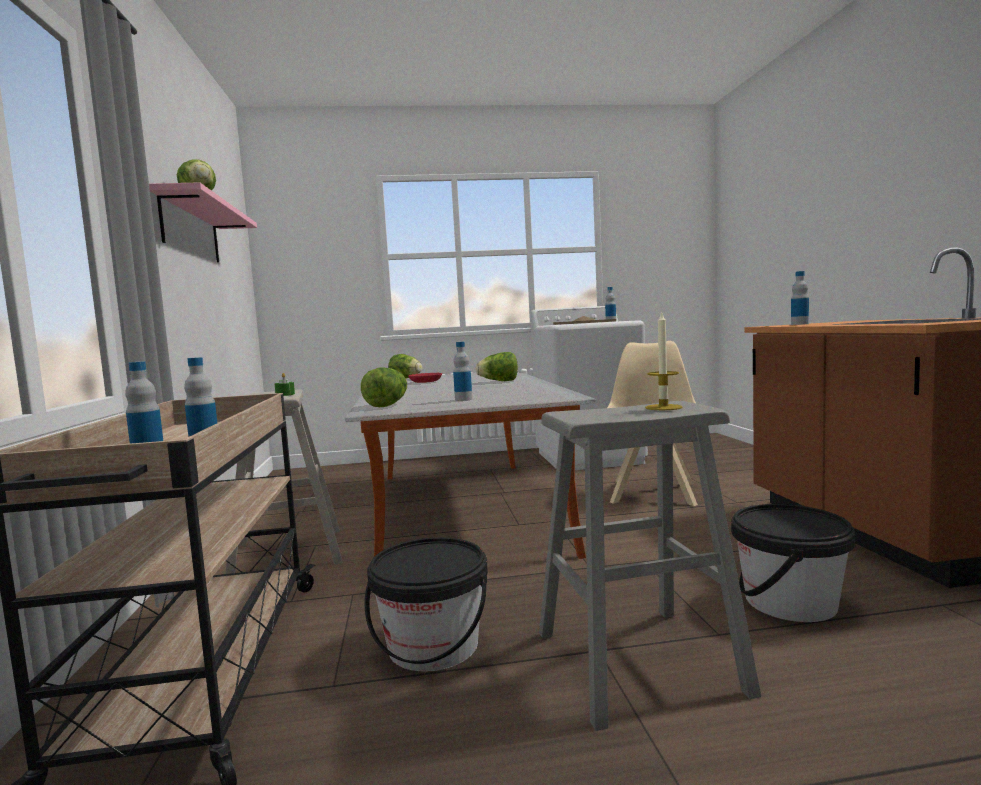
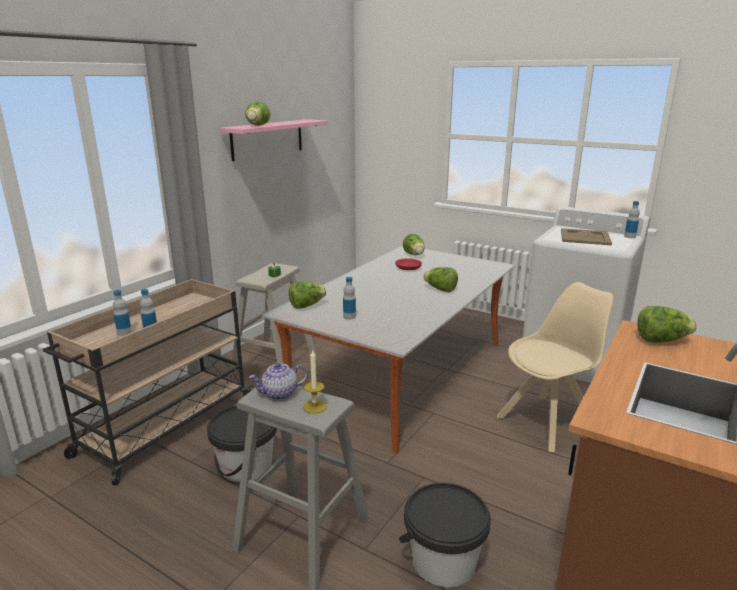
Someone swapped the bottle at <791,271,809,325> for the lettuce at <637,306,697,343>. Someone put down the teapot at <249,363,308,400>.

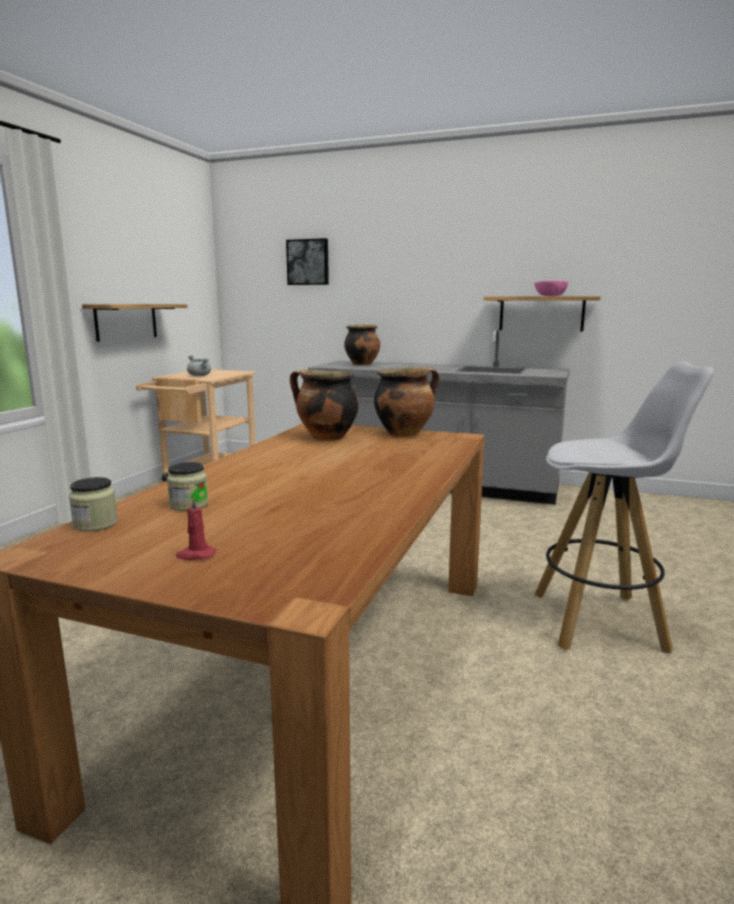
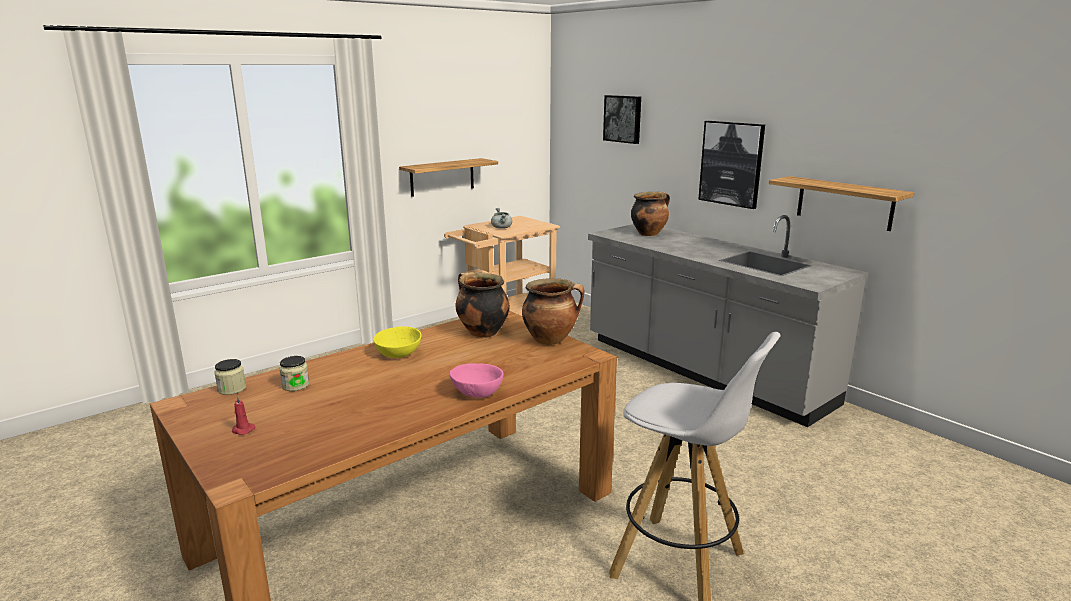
Someone carried the bowl/pink from <534,281,568,296> to <450,363,503,398>. Someone put down the bowl/yellow at <373,326,422,358>. Someone put up the picture at <698,121,765,209>.

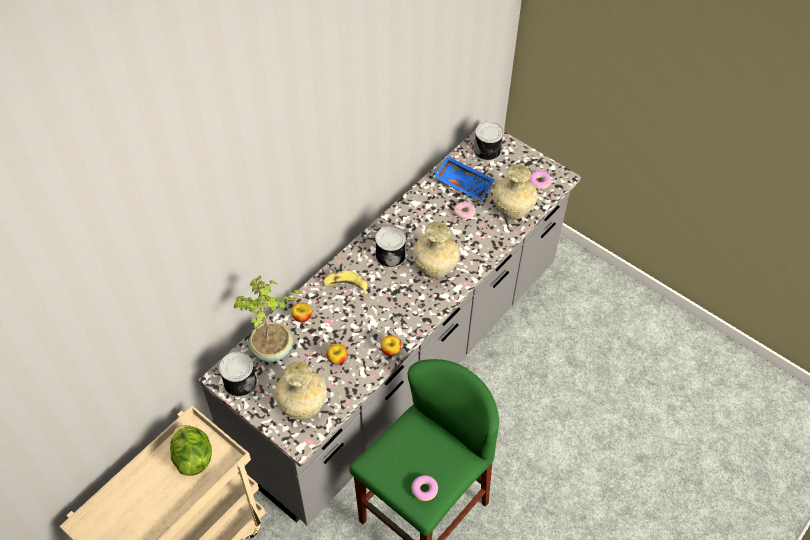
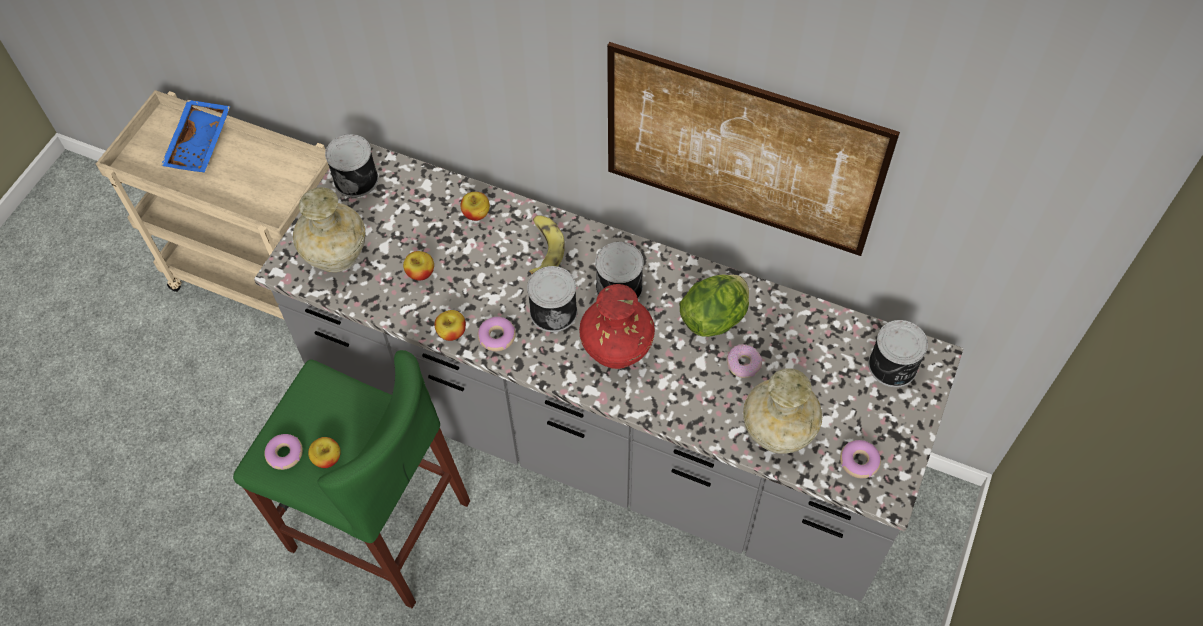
Someone carried the lettuce from <170,425,212,476> to <680,275,749,337>. Someone took away the potted plant at <233,276,302,362>. Someone repainted the vase/beige at <413,222,460,279>, which became the vase/red at <579,284,655,369>. Someone carried the tray/blue from <433,156,495,201> to <161,100,230,173>. Someone put down the apple at <308,437,341,468>. Someone put down the donut at <478,317,516,351>. Someone put down the can at <527,266,577,332>. Someone put up the picture at <607,42,900,256>.

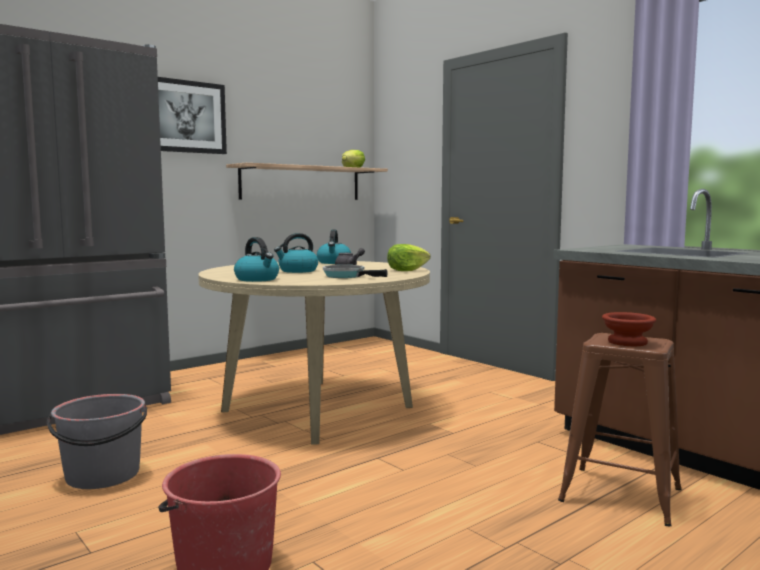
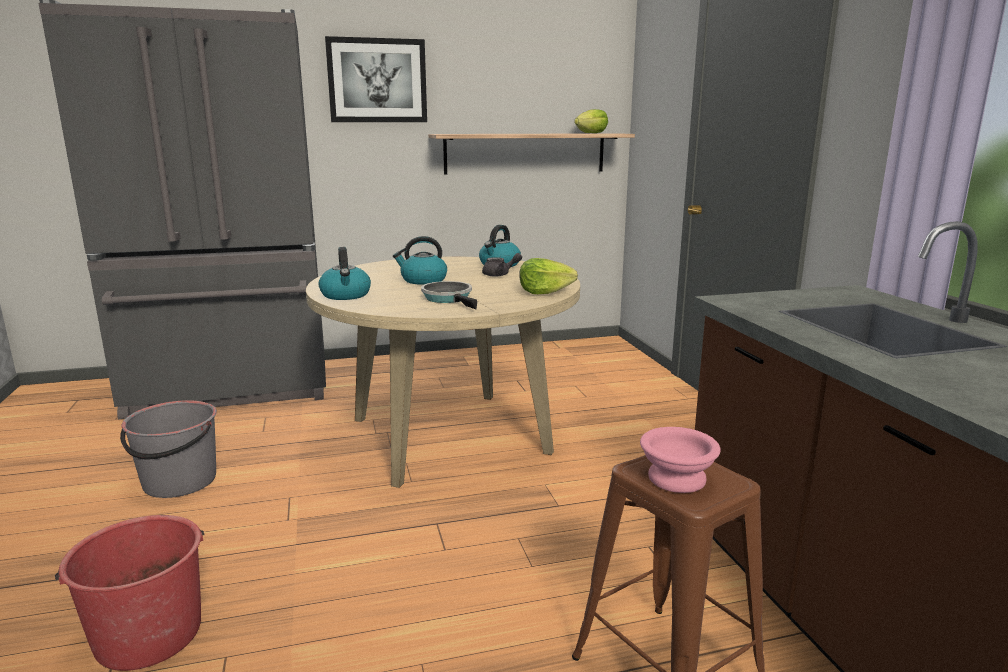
Someone repainted the bowl/brown at <602,312,656,346>, which became the bowl/pink at <640,427,721,493>.

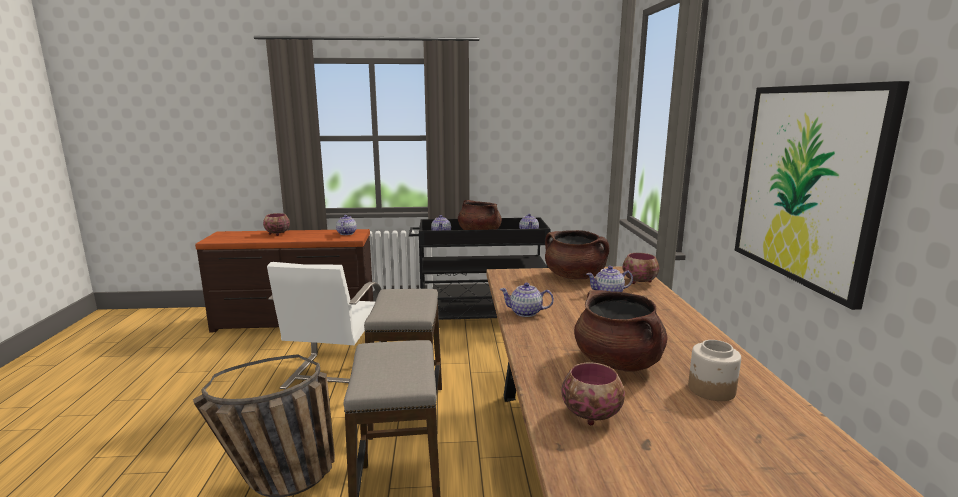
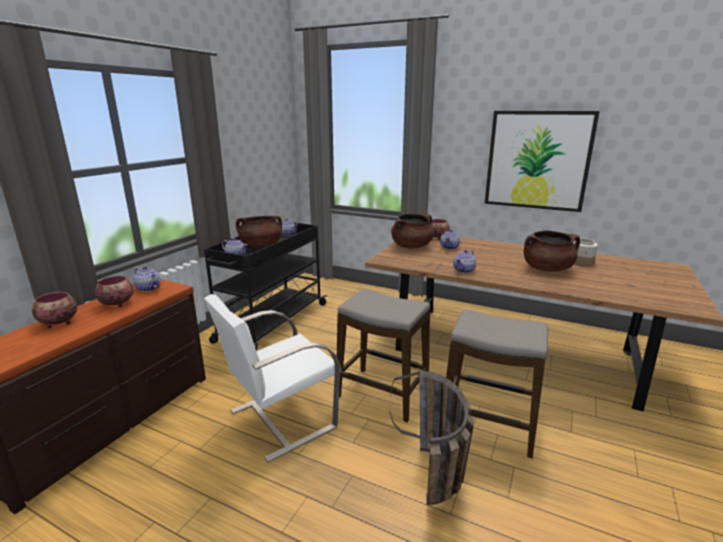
Someone rotated the chair/white at <267,262,382,389> by 105 degrees clockwise. Someone carried the bowl from <562,362,625,425> to <95,276,133,307>.

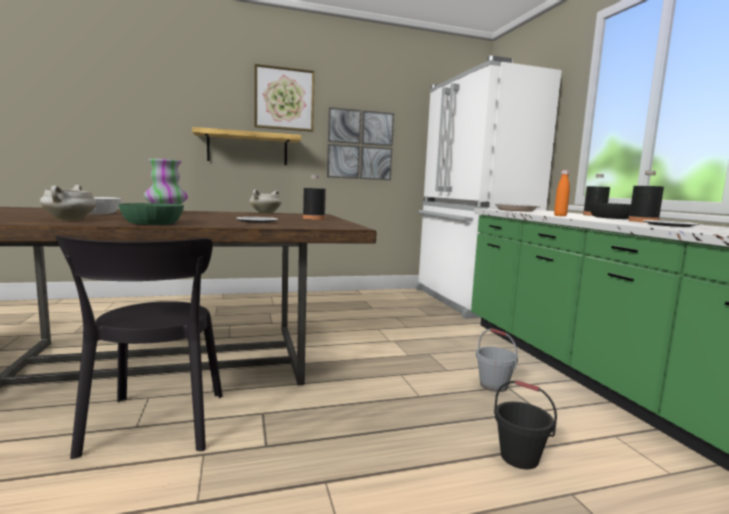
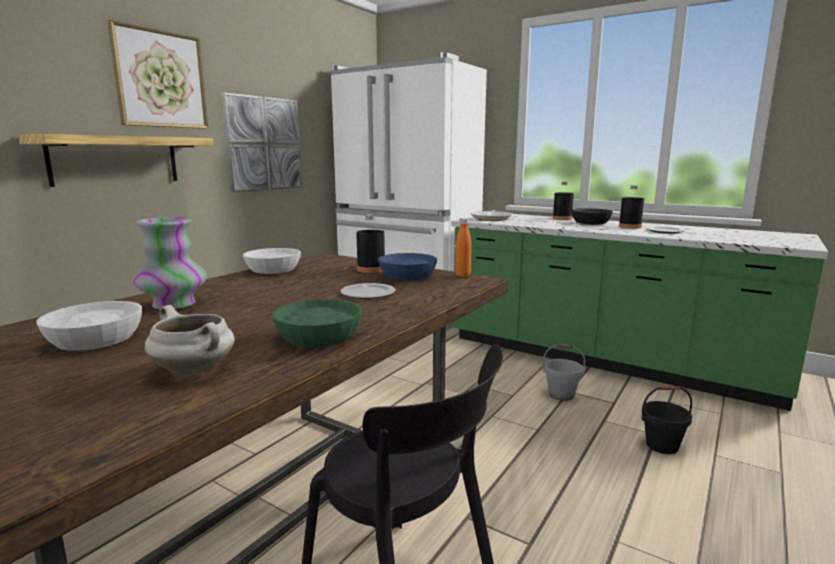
Someone swapped the cooking pot/white at <250,190,282,214> for the bowl/white at <243,248,301,274>. Someone carried the bottle/orange from <554,170,570,216> to <455,218,471,277>. Someone put down the bowl/blue at <378,253,437,281>.

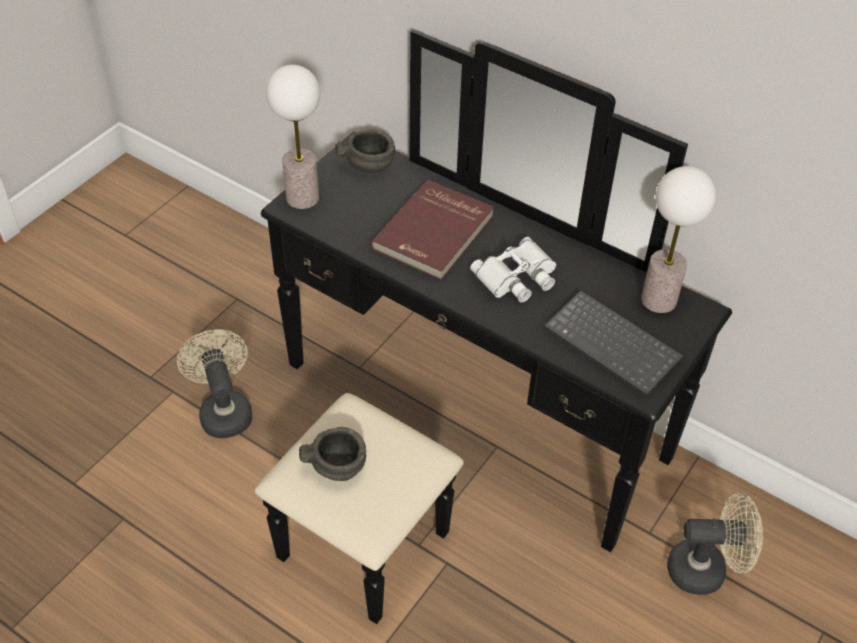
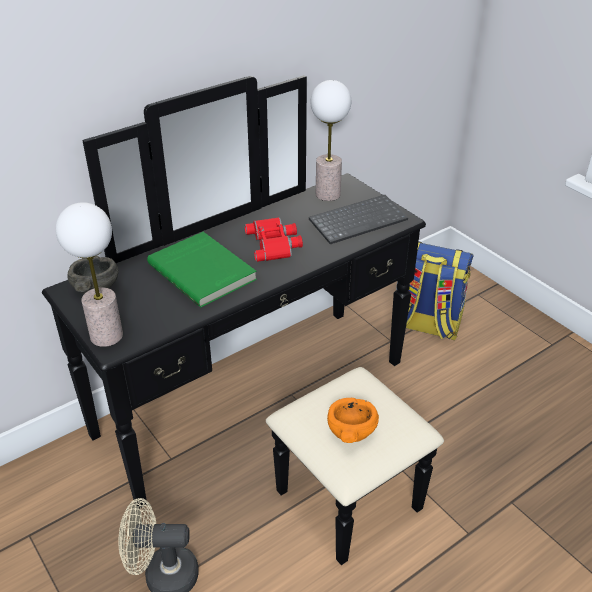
Someone repainted the bowl/grey at <299,427,366,481>, which became the bowl/orange at <327,398,379,443>. Someone repainted the book/red at <371,180,494,280>, which became the book/green at <147,232,257,307>. Someone repainted the binoculars/white at <470,237,556,303>, which became the binoculars/red at <245,217,303,262>. Someone swapped the fan/beige at <667,493,763,595> for the backpack at <396,242,474,340>.

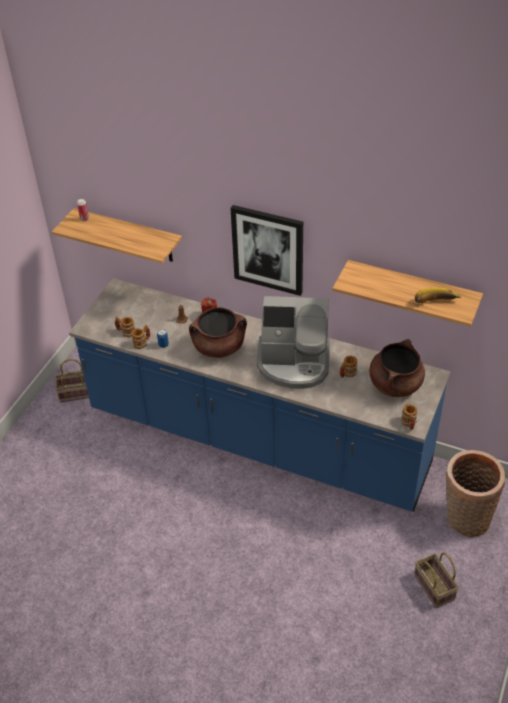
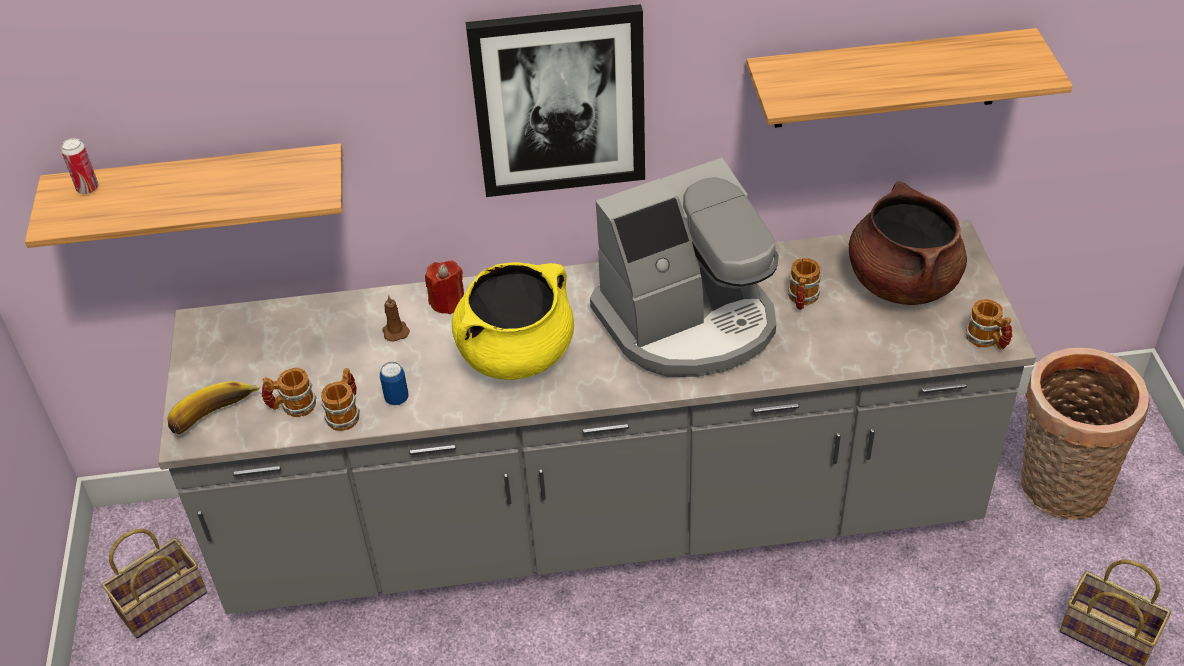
Someone repainted the counter/blue at <69,278,450,512>, which became the counter/grey at <158,220,1036,614>. Someone repainted the cooking pot/brown at <189,307,247,358>, which became the cooking pot/yellow at <452,262,574,380>. Someone carried the banana from <415,288,462,303> to <167,381,261,434>.

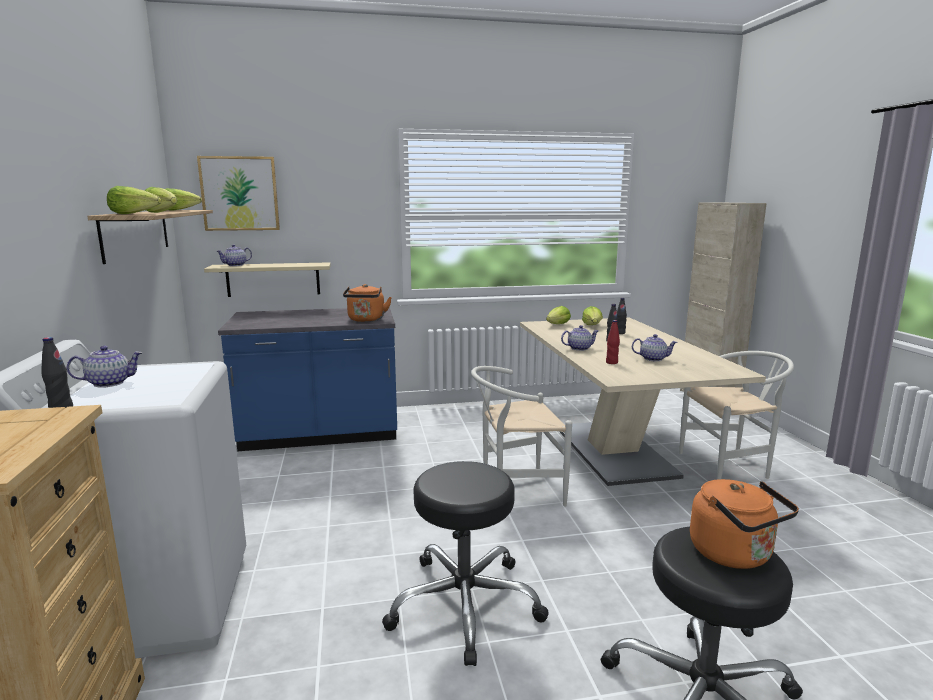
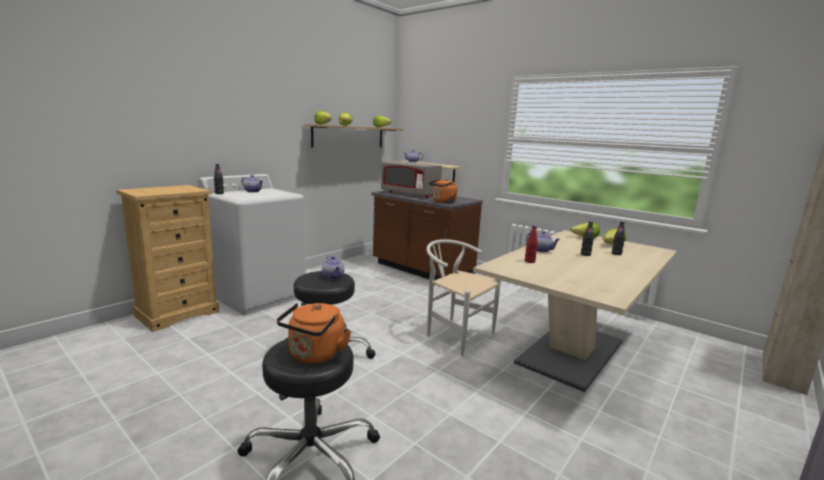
Someone took away the picture at <197,156,280,231>. Someone repainted the counter/blue at <218,307,397,451>, which became the counter/brown at <371,190,483,281>. Someone carried the teapot from <632,334,678,361> to <322,256,344,279>. Someone took away the chair/white at <679,351,794,480>. Someone put down the microwave/grey at <381,161,442,198>.

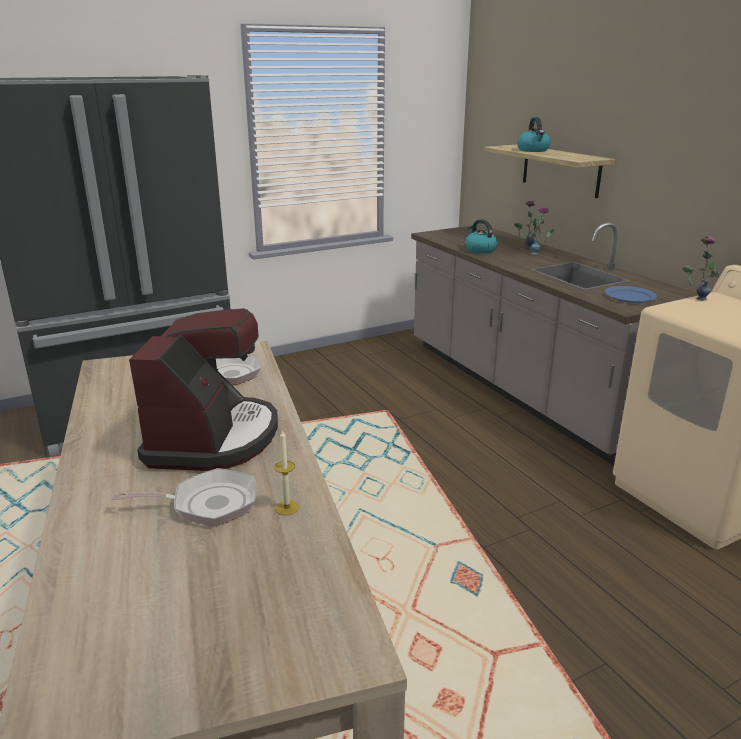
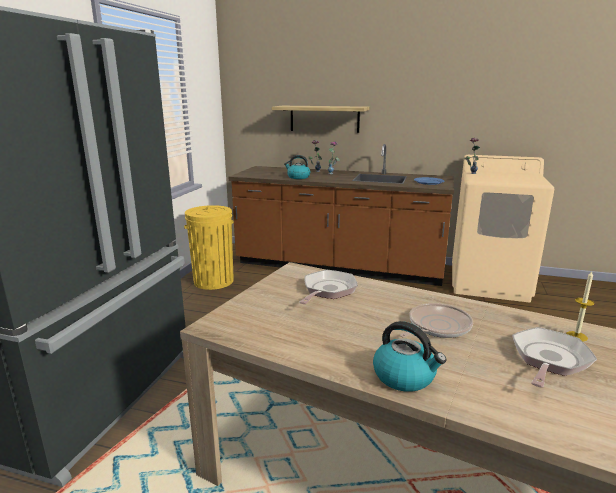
Someone swapped the coffee machine at <129,308,278,471> for the frying pan at <400,303,473,338>. Someone repainted the counter/grey at <411,222,698,465>, which became the counter/brown at <229,144,454,286>. Someone carried the kettle from <517,117,551,152> to <373,321,446,392>. Someone put down the trash can/yellow at <184,205,234,290>.

